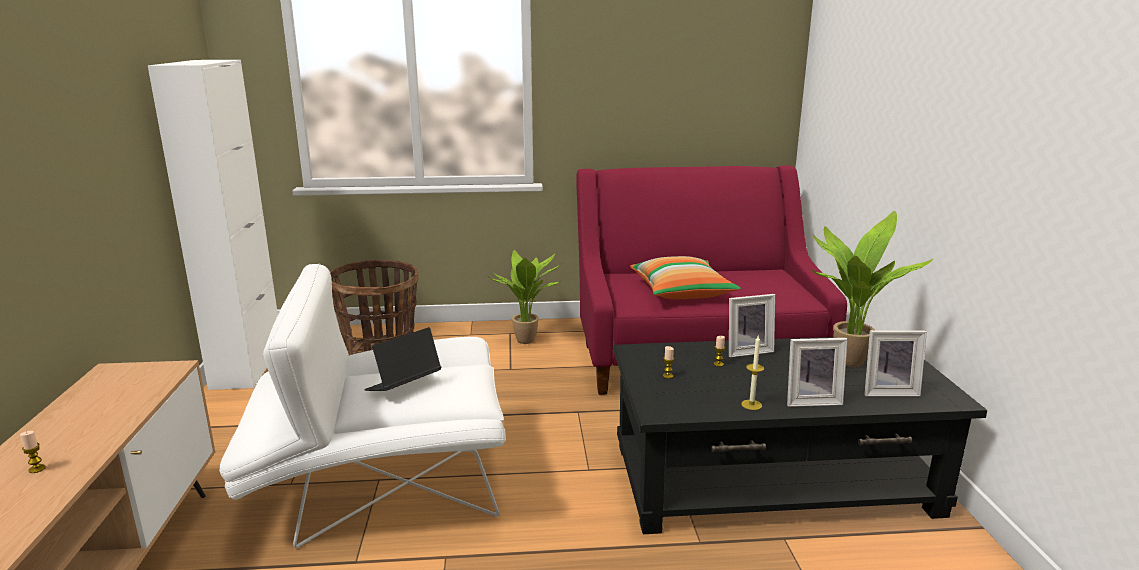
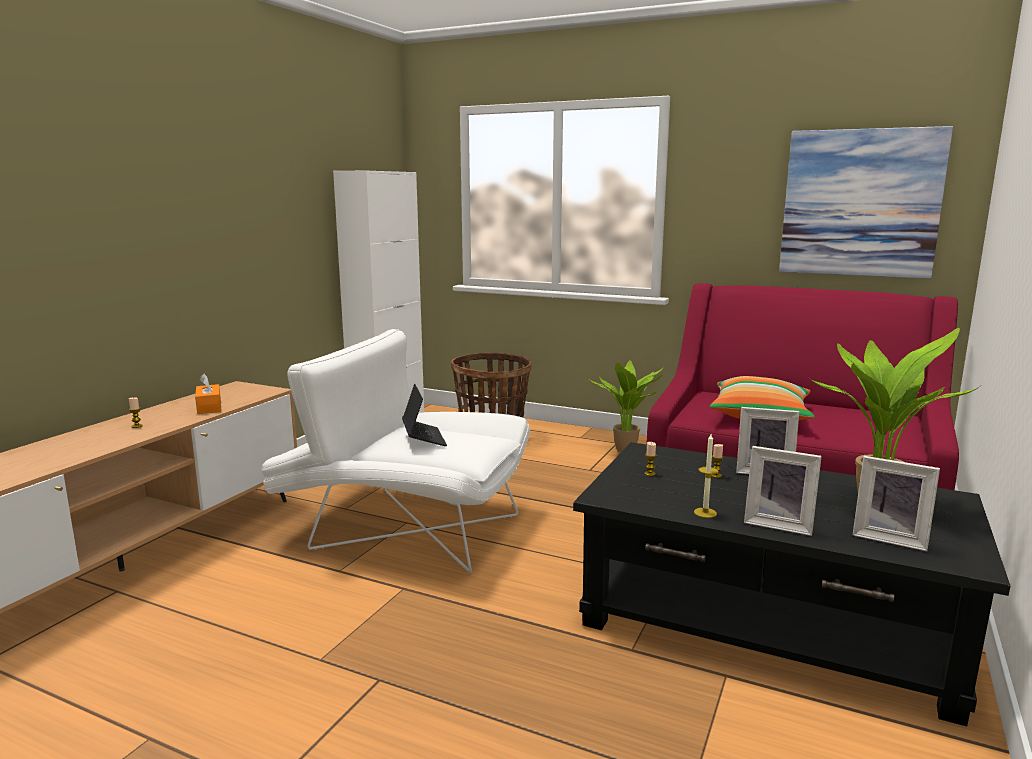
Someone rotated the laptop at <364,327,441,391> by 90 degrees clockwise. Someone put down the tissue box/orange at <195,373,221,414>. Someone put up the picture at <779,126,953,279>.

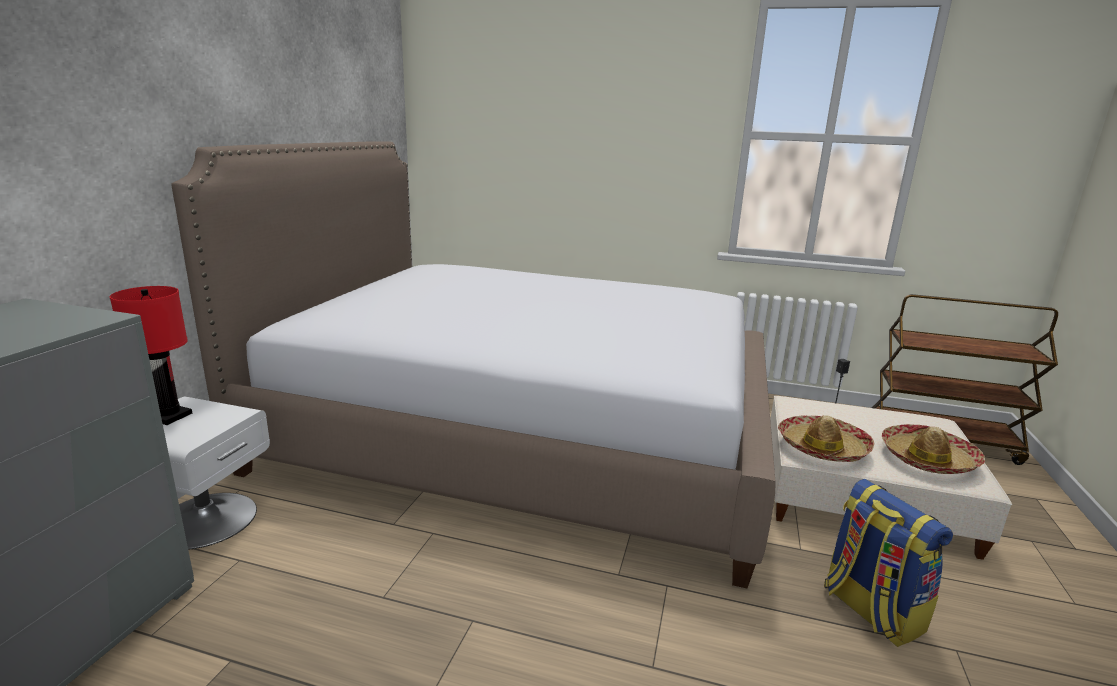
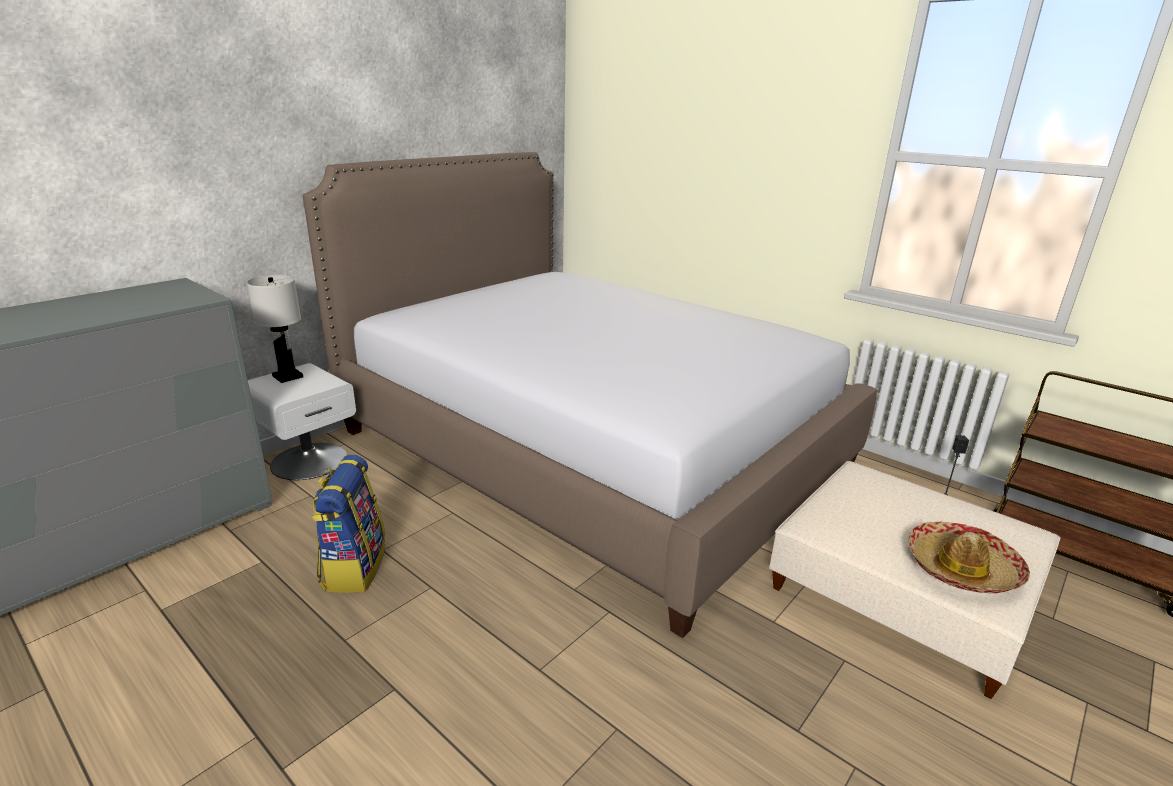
Someone repainted the table lamp/red at <110,286,192,425>, which became the table lamp/white at <246,275,303,383>. Someone took away the hat at <778,415,874,462>. Someone carried the backpack from <824,479,953,647> to <312,455,385,593>.

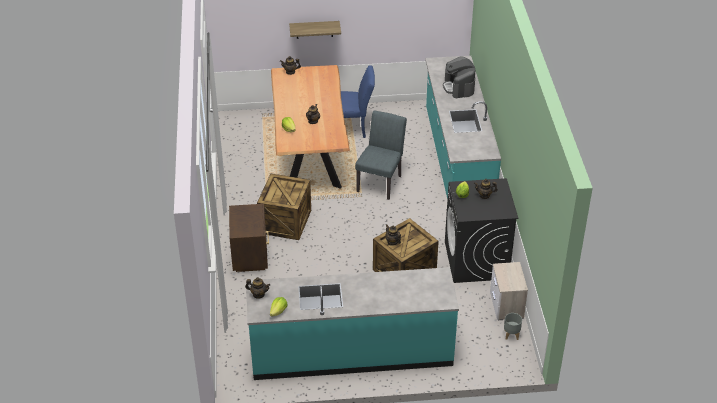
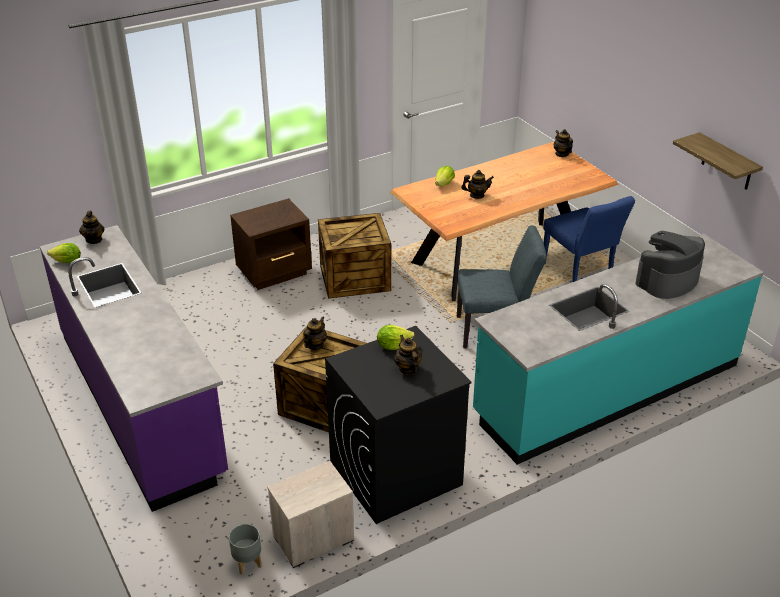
Someone repainted the counter/turquoise at <247,267,459,380>, which became the counter/purple at <40,225,228,512>. Someone carried the shelf from <289,21,341,39> to <673,132,763,190>.

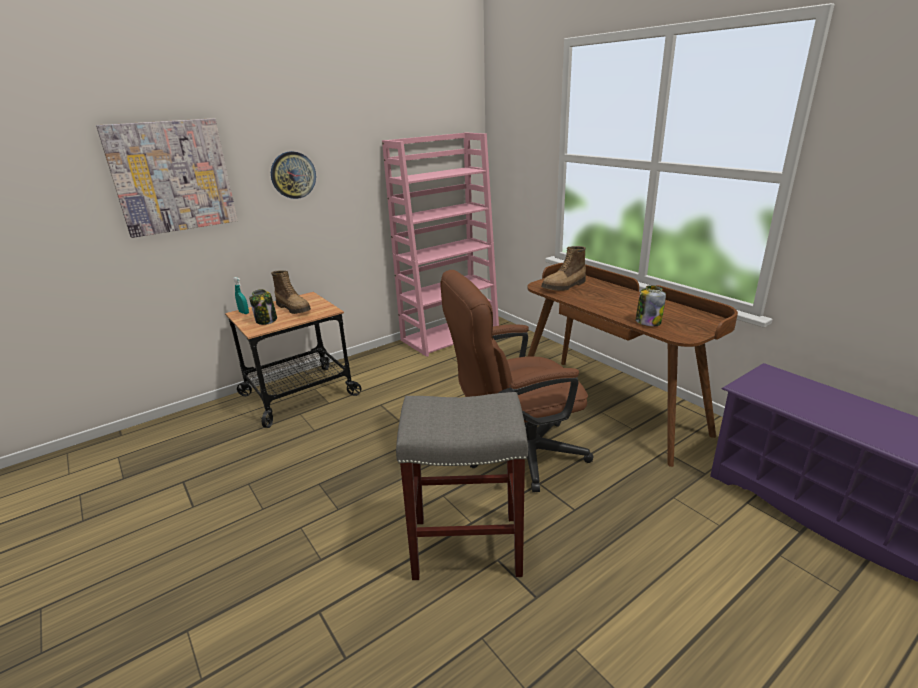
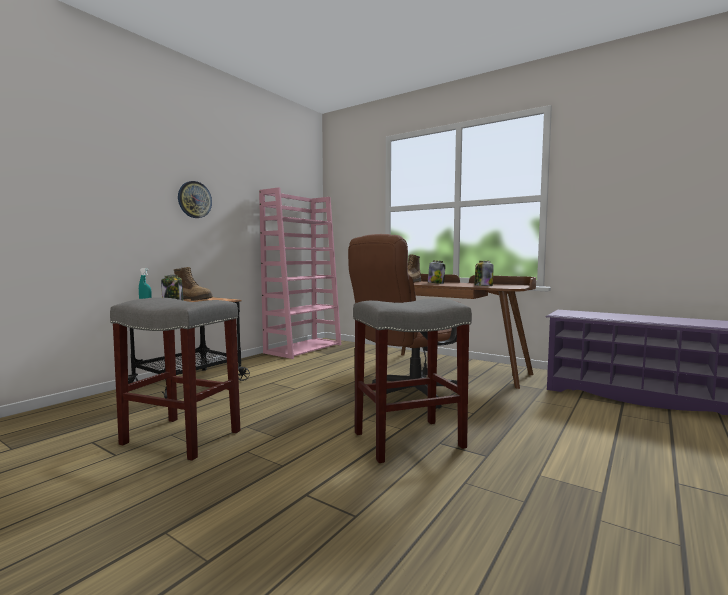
Someone took away the picture at <96,118,238,238>. Someone put down the stool/grey at <110,297,240,461>. Someone put down the jar at <428,260,446,284>.

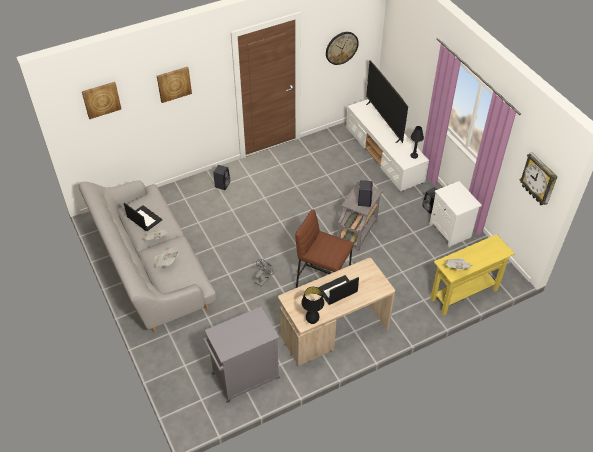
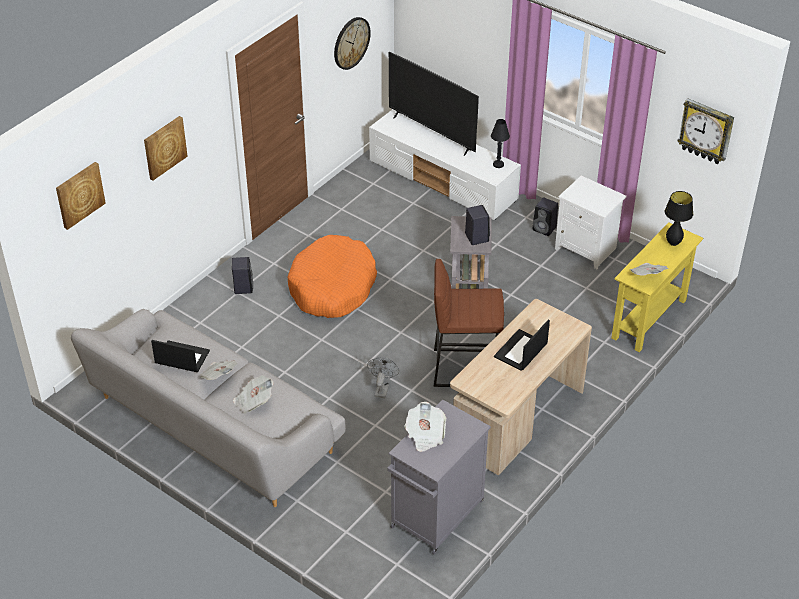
Someone carried the table lamp/black from <302,287,324,324> to <665,191,693,246>. Someone put down the dog bed/orange at <288,235,377,318>. Someone put down the newspaper at <405,402,446,452>.

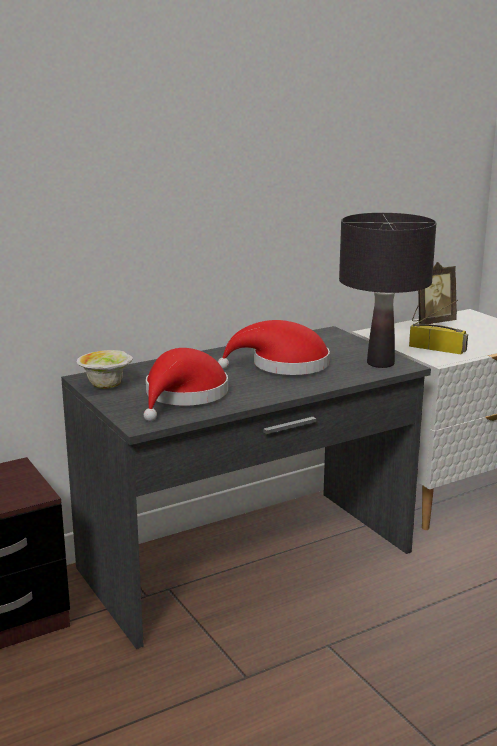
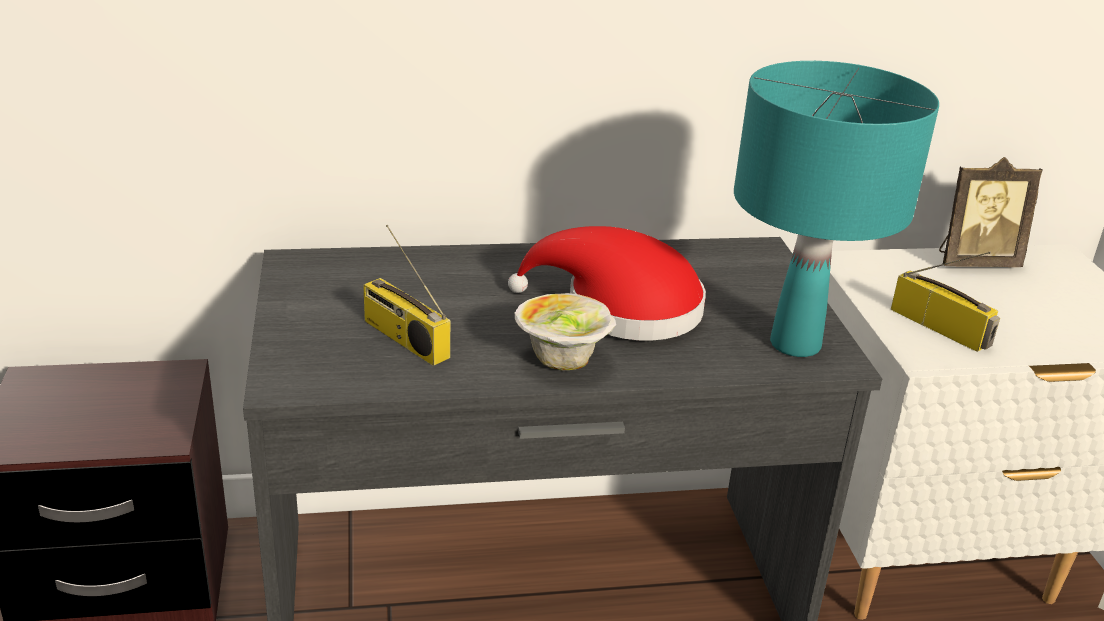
Someone carried the bowl from <77,350,133,389> to <515,293,616,371>. Someone swapped the hat/red at <144,348,228,421> for the radio at <363,225,450,366>. Someone repainted the table lamp/black at <339,213,436,368>, which became the table lamp/turquoise at <734,61,939,357>.

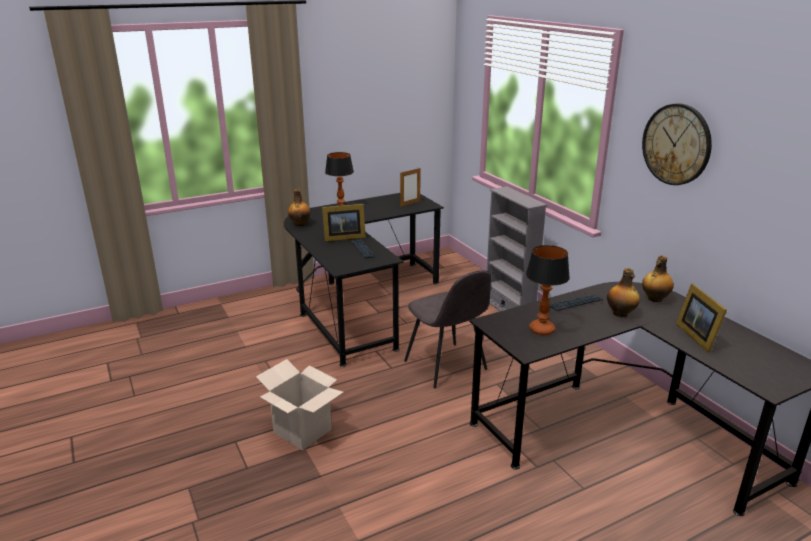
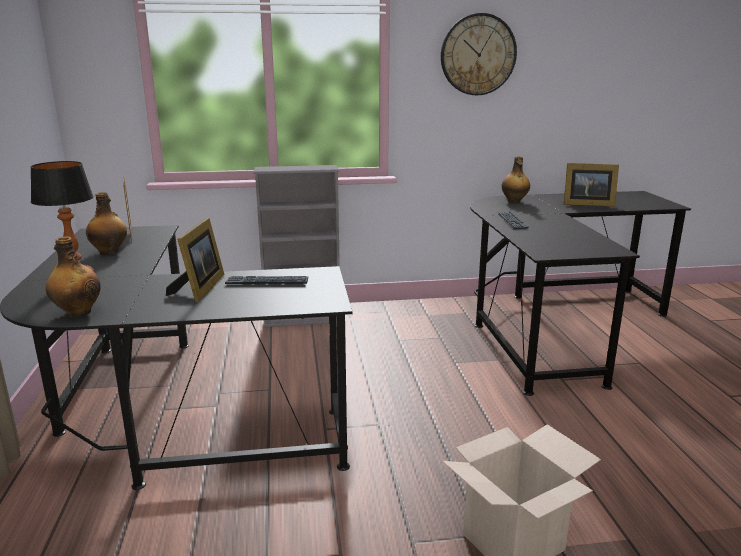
Someone took away the chair/grey at <404,270,491,389>. Someone took away the table lamp at <526,245,570,335>. Someone carried the bottle from <607,268,640,317> to <86,192,127,255>.

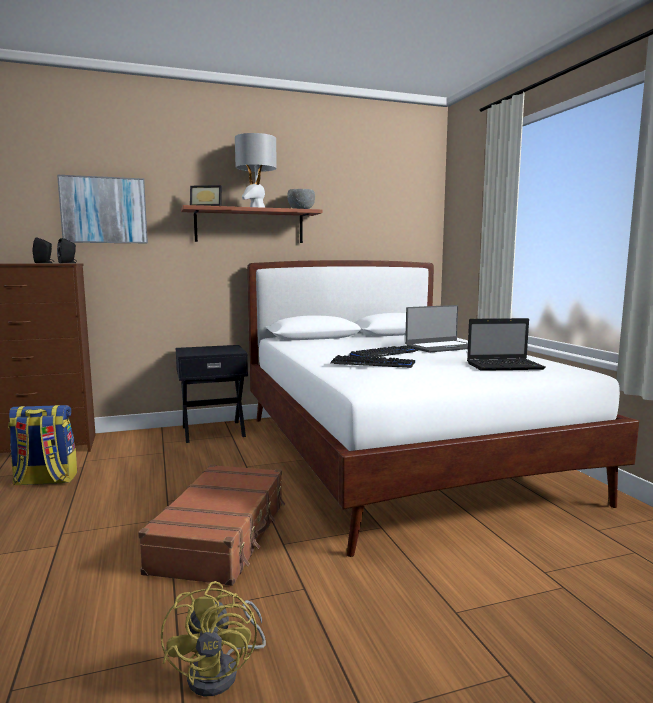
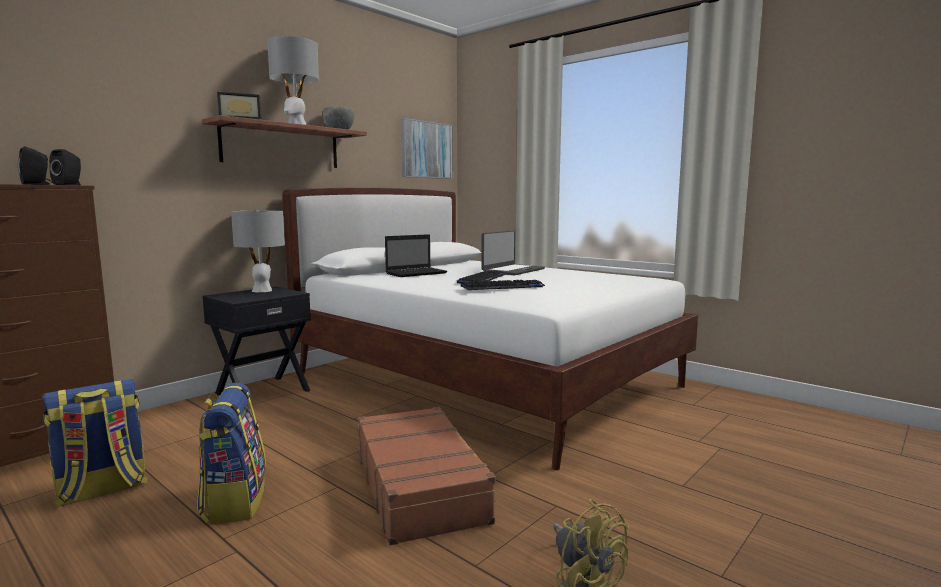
Someone carried the picture from <57,175,148,243> to <401,118,454,179>. Someone carried the laptop from <467,318,546,371> to <385,234,447,277>. Someone put down the backpack at <197,383,266,524>. Someone put down the table lamp/grey at <231,210,285,292>.

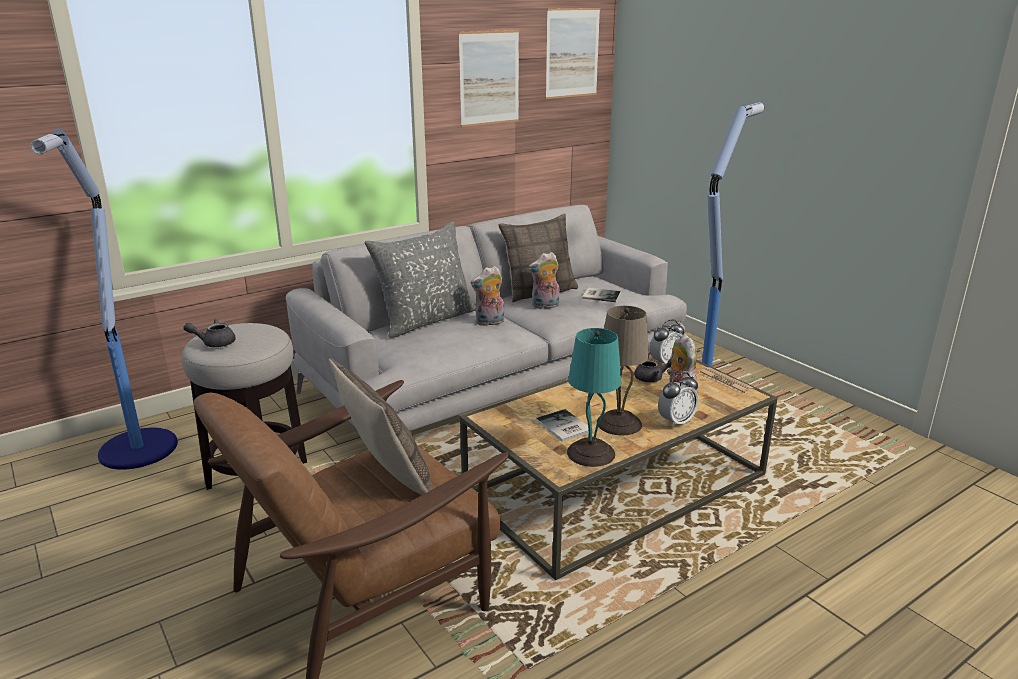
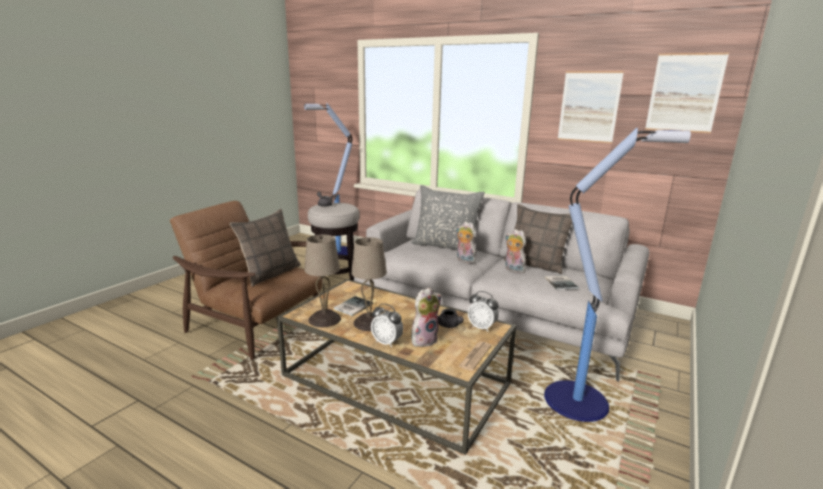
Someone repainted the table lamp/turquoise at <567,328,621,467>, which became the table lamp/beige at <304,235,341,327>.

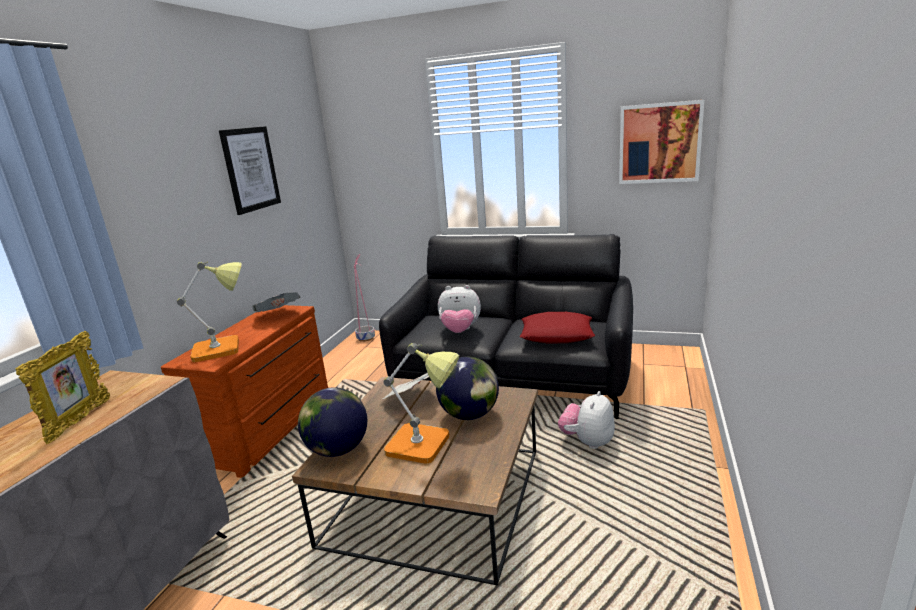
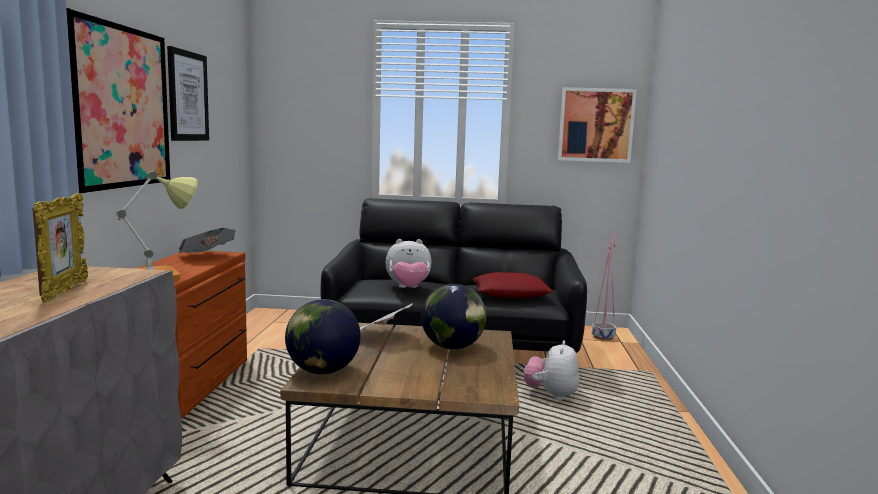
Someone carried the planter/pink from <354,254,375,342> to <592,232,617,340>. Someone took away the table lamp at <383,343,459,463>. Someone put up the picture at <66,8,170,193>.

